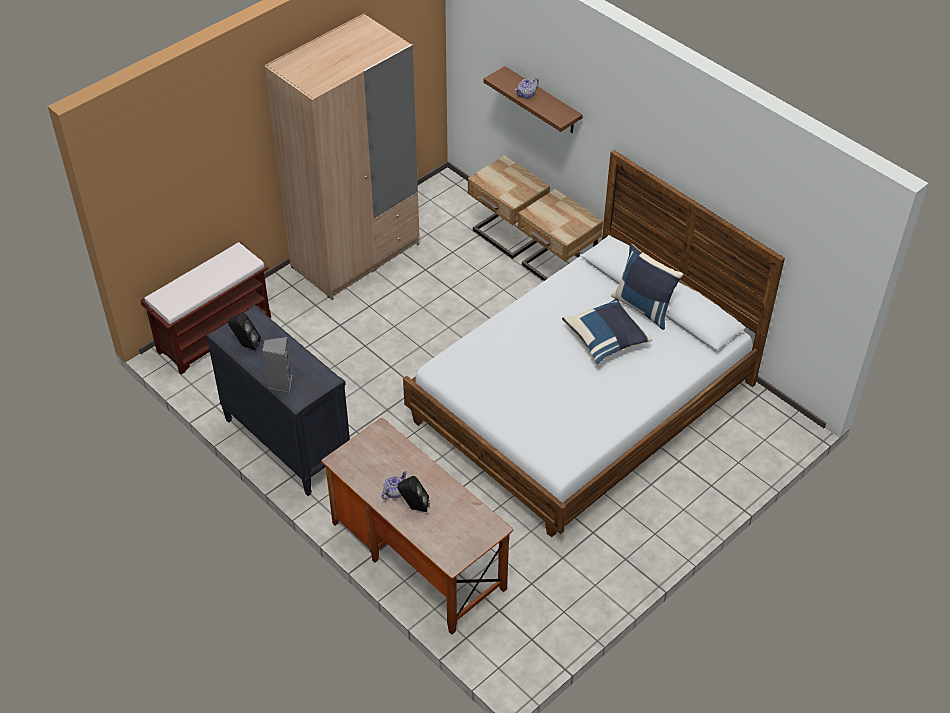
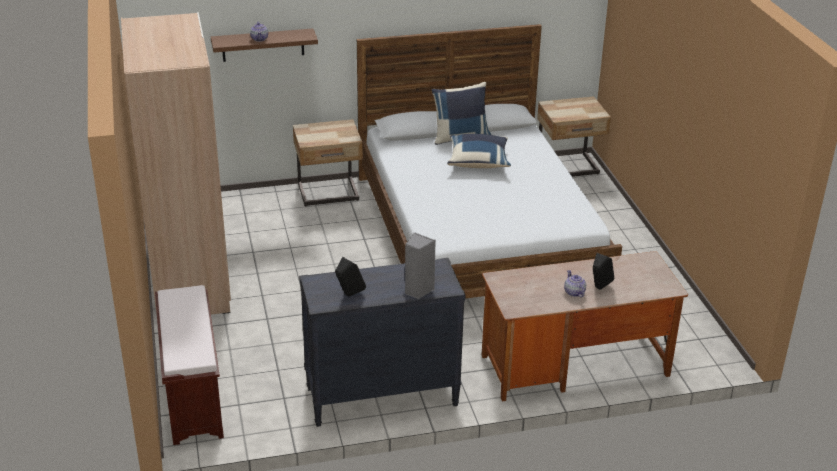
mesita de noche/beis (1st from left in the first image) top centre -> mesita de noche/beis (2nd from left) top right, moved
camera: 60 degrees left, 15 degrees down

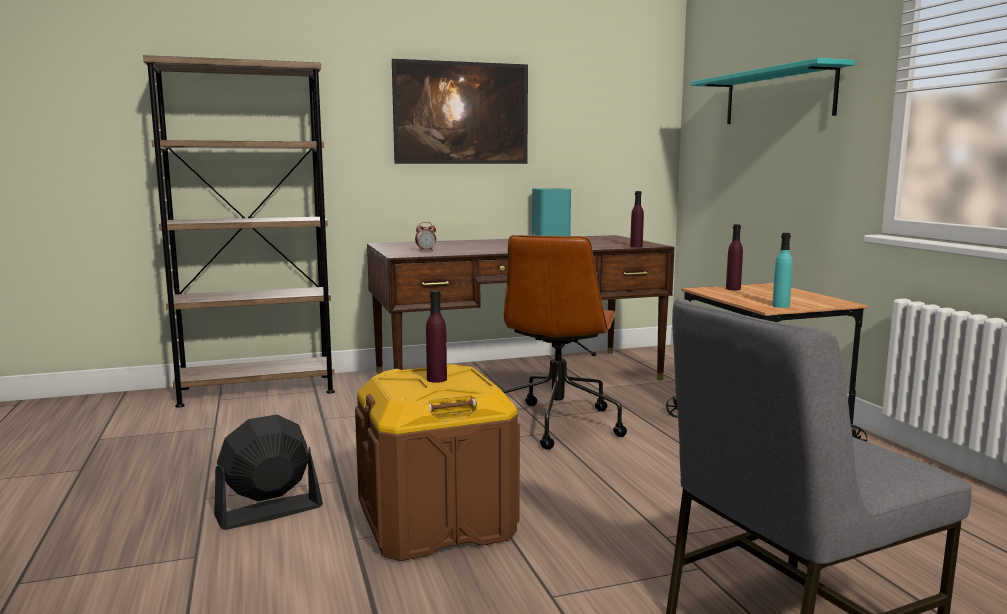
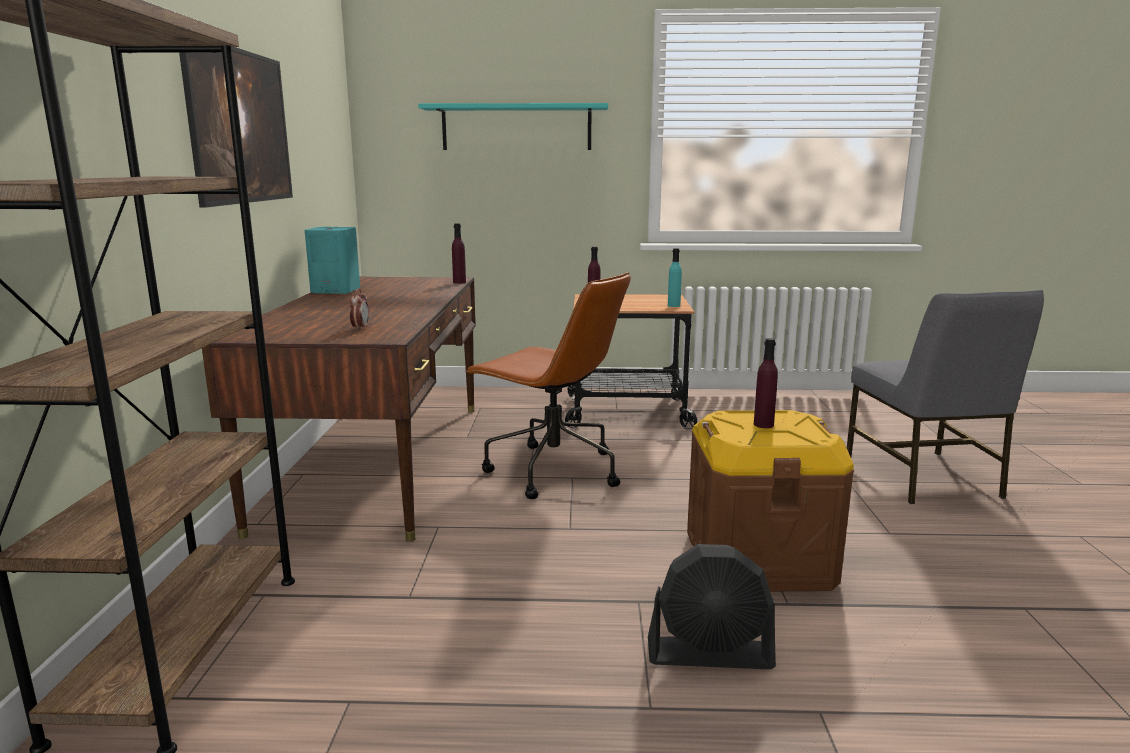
ventilador/negro bottom left -> ventilador/negro bottom centre, 75 degrees counterclockwise
camera: 70 degrees left, 5 degrees up

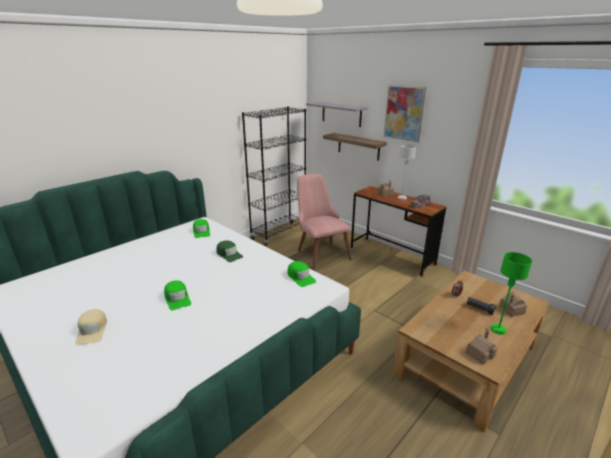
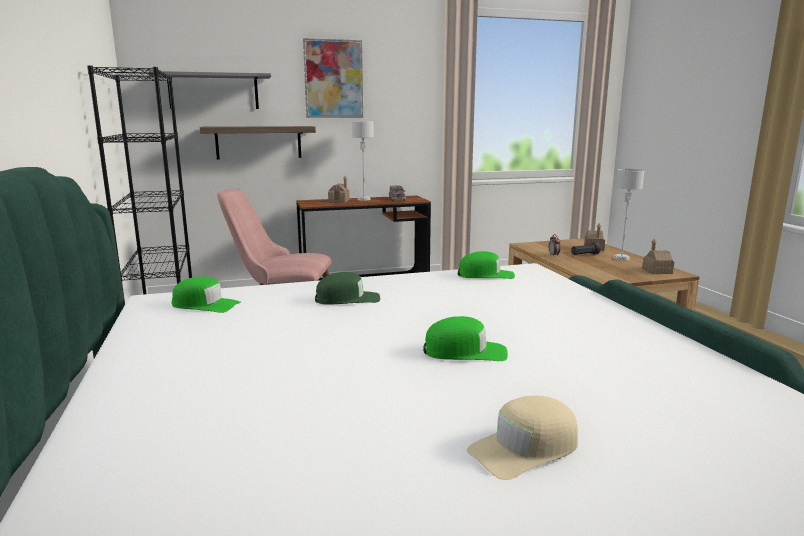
lámpara de mesa/verde middle right -> lámpara de mesa/gris (2nd from left) middle right
gorra/beis bottom left -> gorra/beis bottom centre, 135 degrees clockwise
camera: 60 degrees left, 10 degrees down

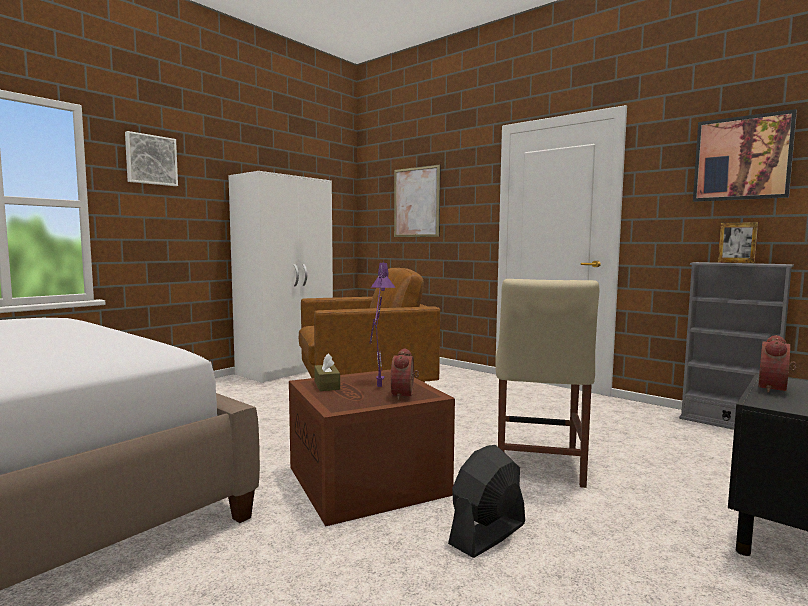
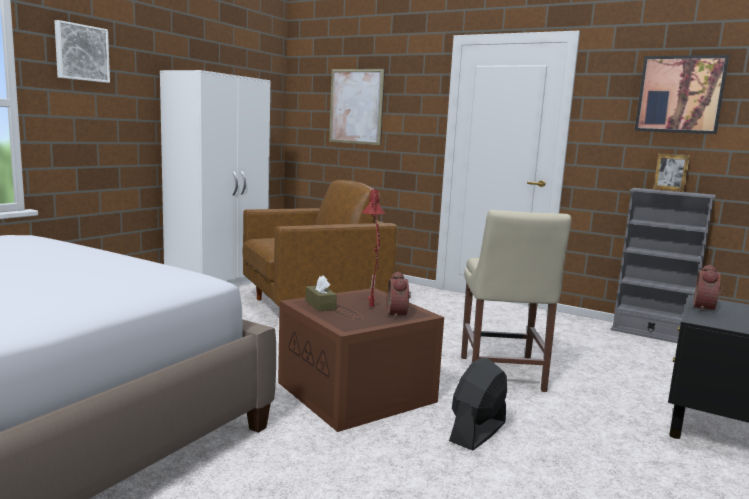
lámpara de mesa/morado centre -> lámpara de mesa/rojo centre
camera: 10 degrees left, 5 degrees up

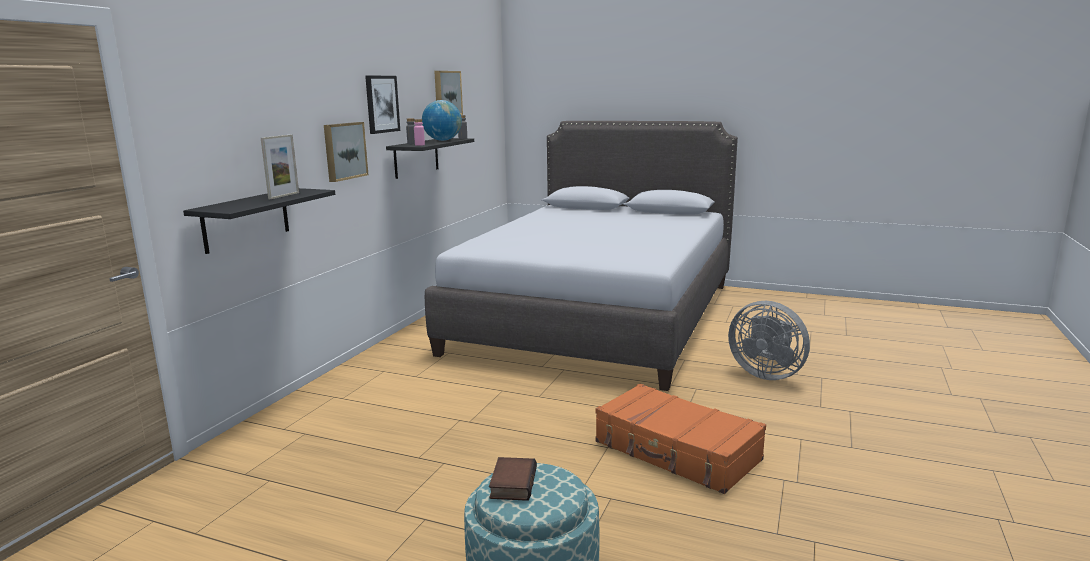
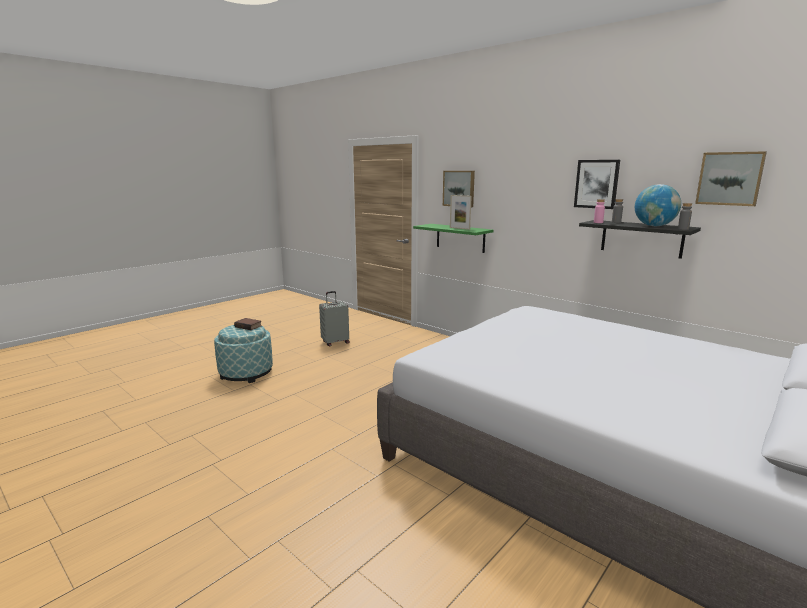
maleta/naranja bottom centre -> none
ventilador/gris middle right -> none
none -> maleta/gris centre
cuadro (1st from left) top left -> cuadro (1st from left) top centre, moved
estante/negro (1st from left) middle left -> estante/verde centre
camera: 110 degrees right, 0 degrees up

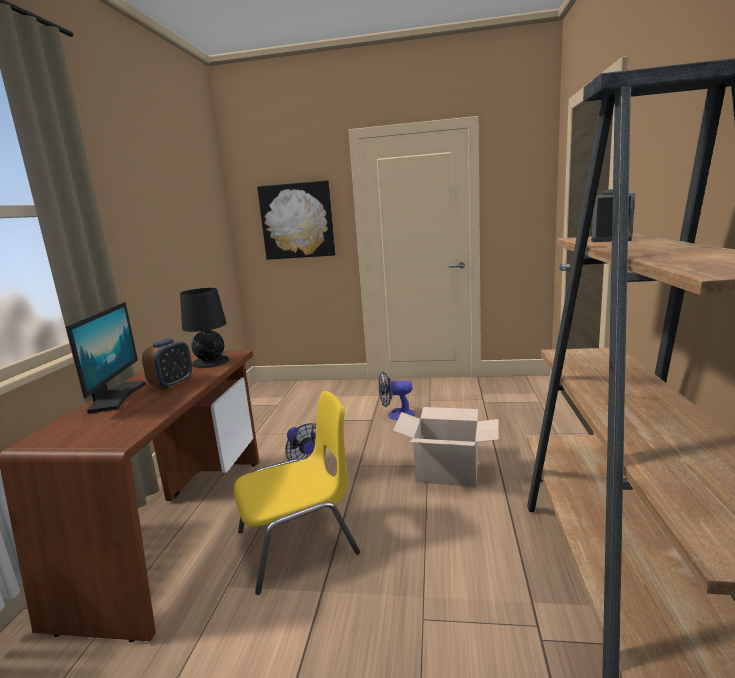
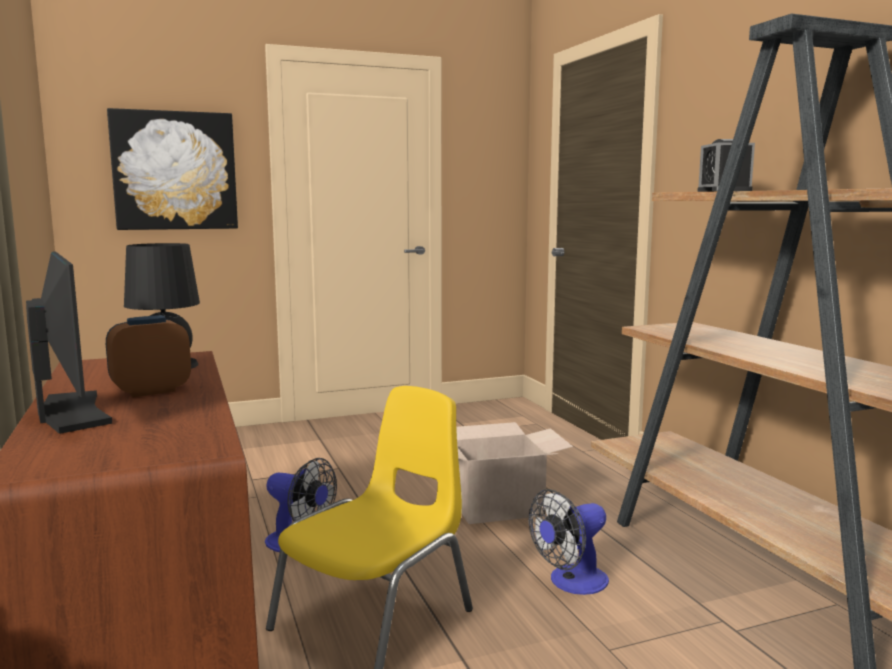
ventilador (2nd from left) centre -> ventilador (2nd from left) bottom centre, moved
despertador (1st from left) middle left, 120 degrees counterclockwise
camera: 30 degrees left, 5 degrees down

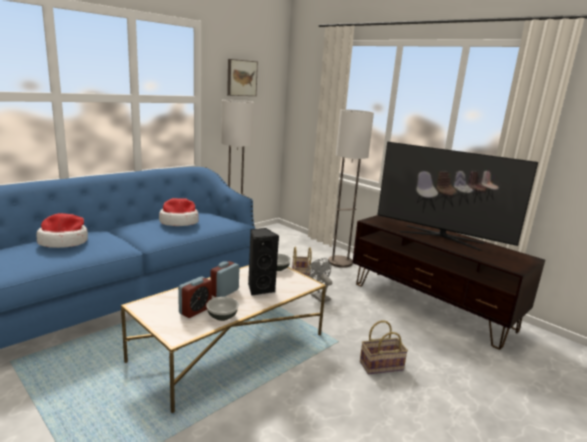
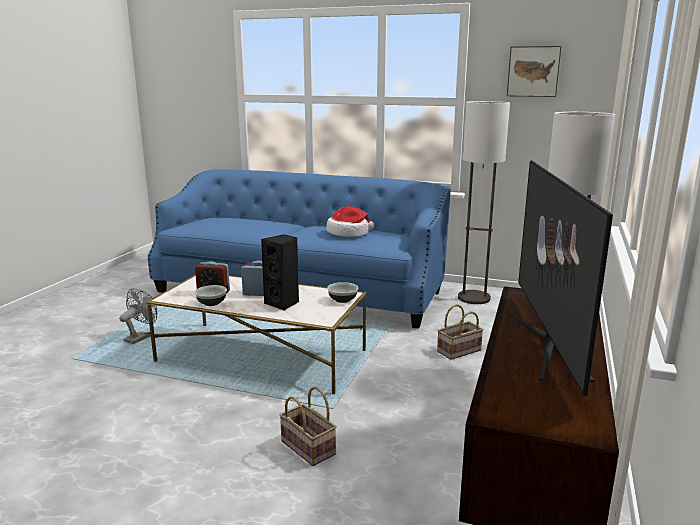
sombrero (1st from left) middle left -> none
ventilador/gris centre -> ventilador/gris middle left, moved
camera: 65 degrees right, 0 degrees up

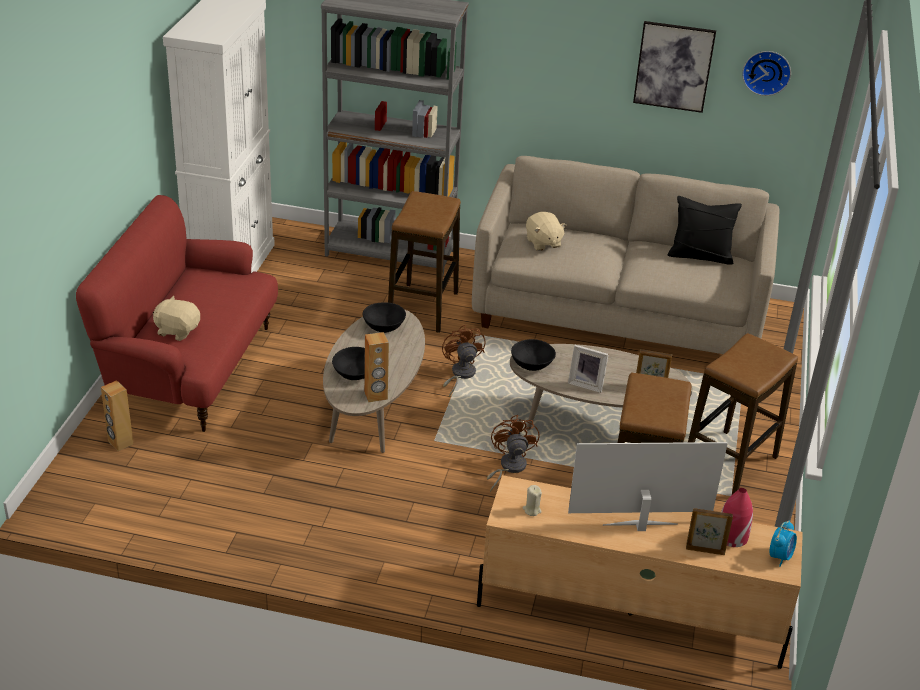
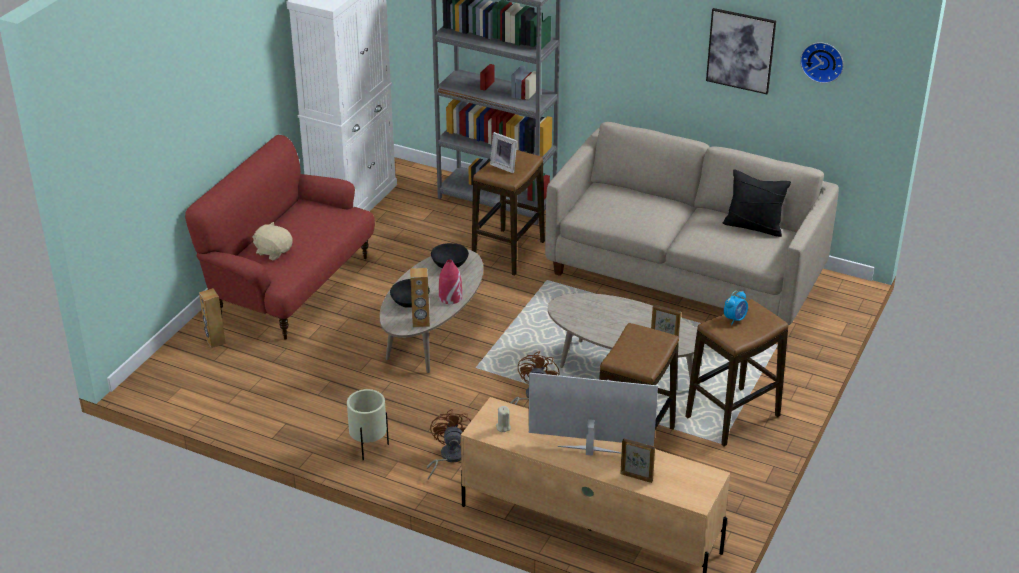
cuenco/negro (3rd from left) centre -> none
peluche/beis (2nd from left) centre -> none
none -> maceta/beis bottom centre
ventilador/marrón (1st from left) centre -> ventilador/marrón (1st from left) bottom centre, moved
portarretratos (1st from left) centre -> portarretratos (1st from left) top centre, moved
florero/rojo bottom right -> florero/rojo centre, moved
despertador bottom right -> despertador middle right, moved
camera: 15 degrees right, 0 degrees up

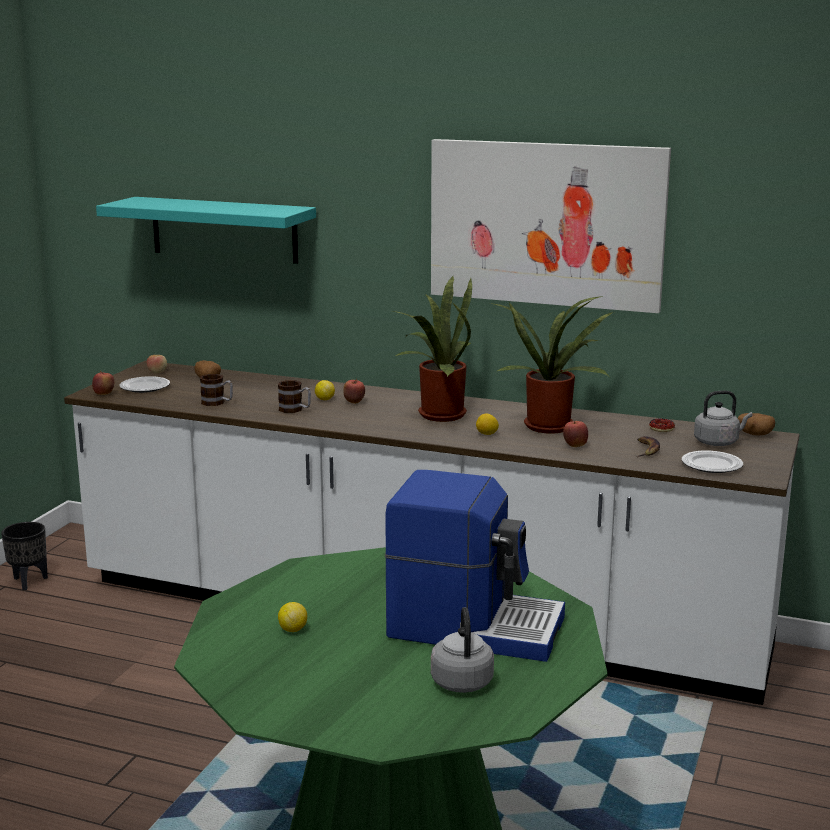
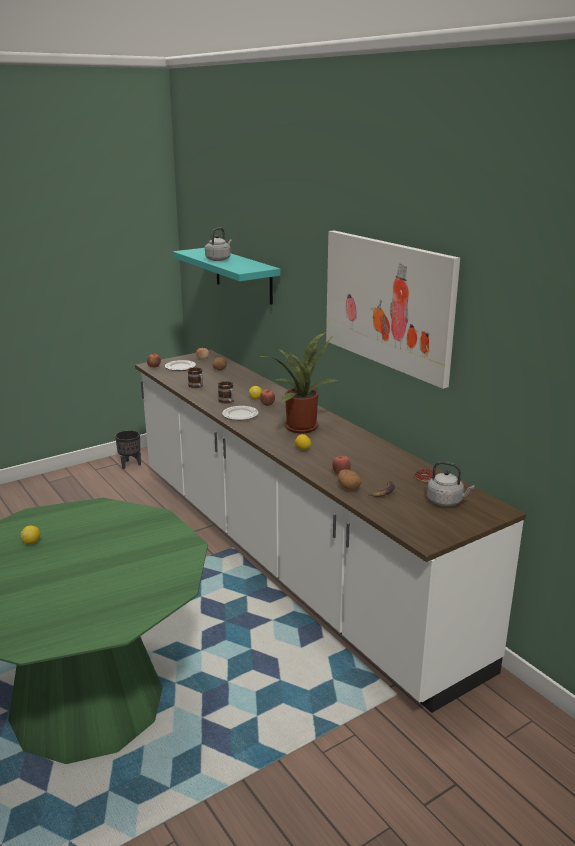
cafetera bottom centre -> none
planta en maceta (2nd from left) centre -> none
hervidor/gris (1st from left) bottom centre -> hervidor/gris (1st from left) top centre, moved
plato (2nd from left) middle right -> plato (2nd from left) centre, moved
patata (2nd from left) middle right -> patata (2nd from left) centre, moved
camera: 35 degrees right, 5 degrees up

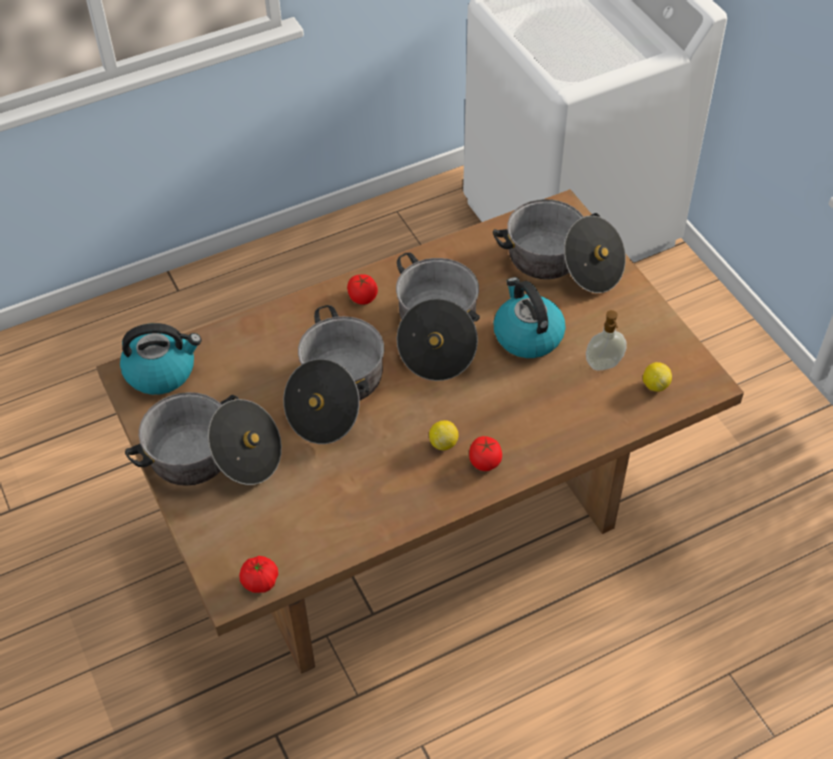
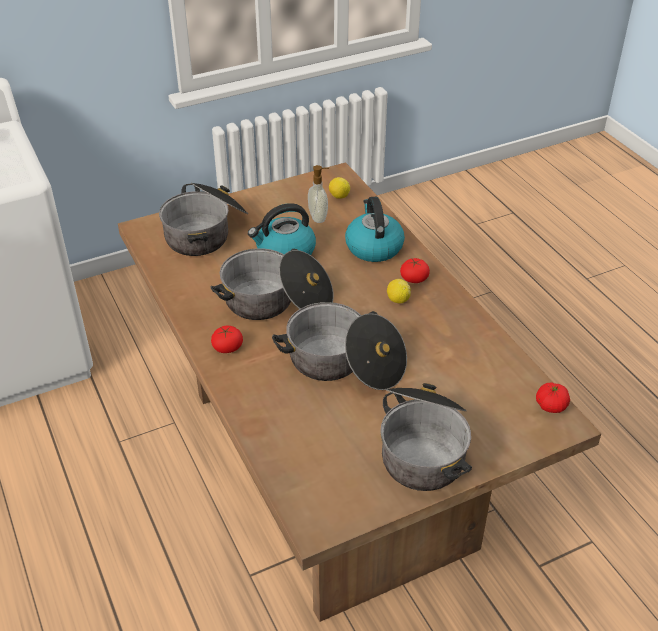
hervidor (1st from left in the first image) middle left -> hervidor (2nd from left) centre, moved
camera: 90 degrees left, 10 degrees down

